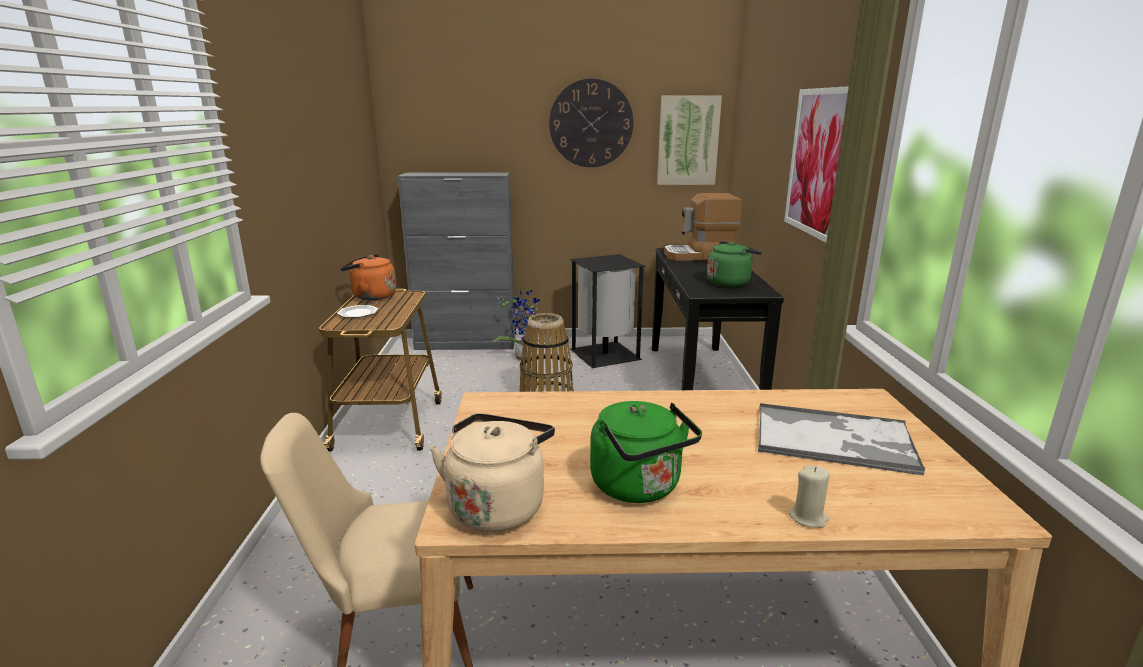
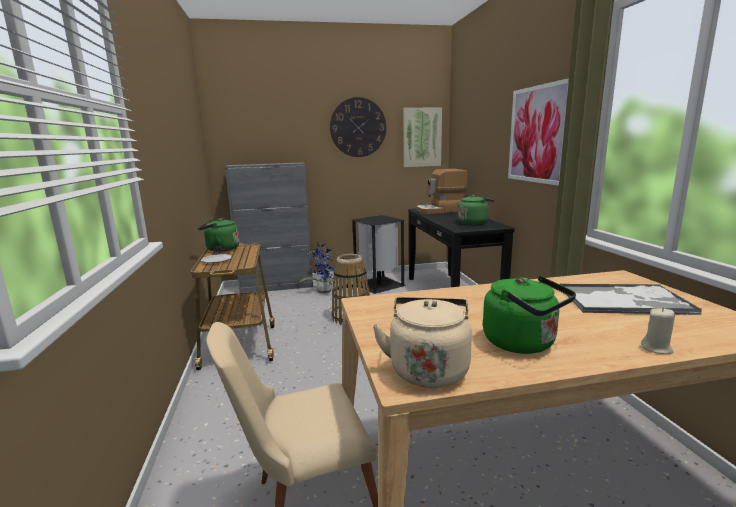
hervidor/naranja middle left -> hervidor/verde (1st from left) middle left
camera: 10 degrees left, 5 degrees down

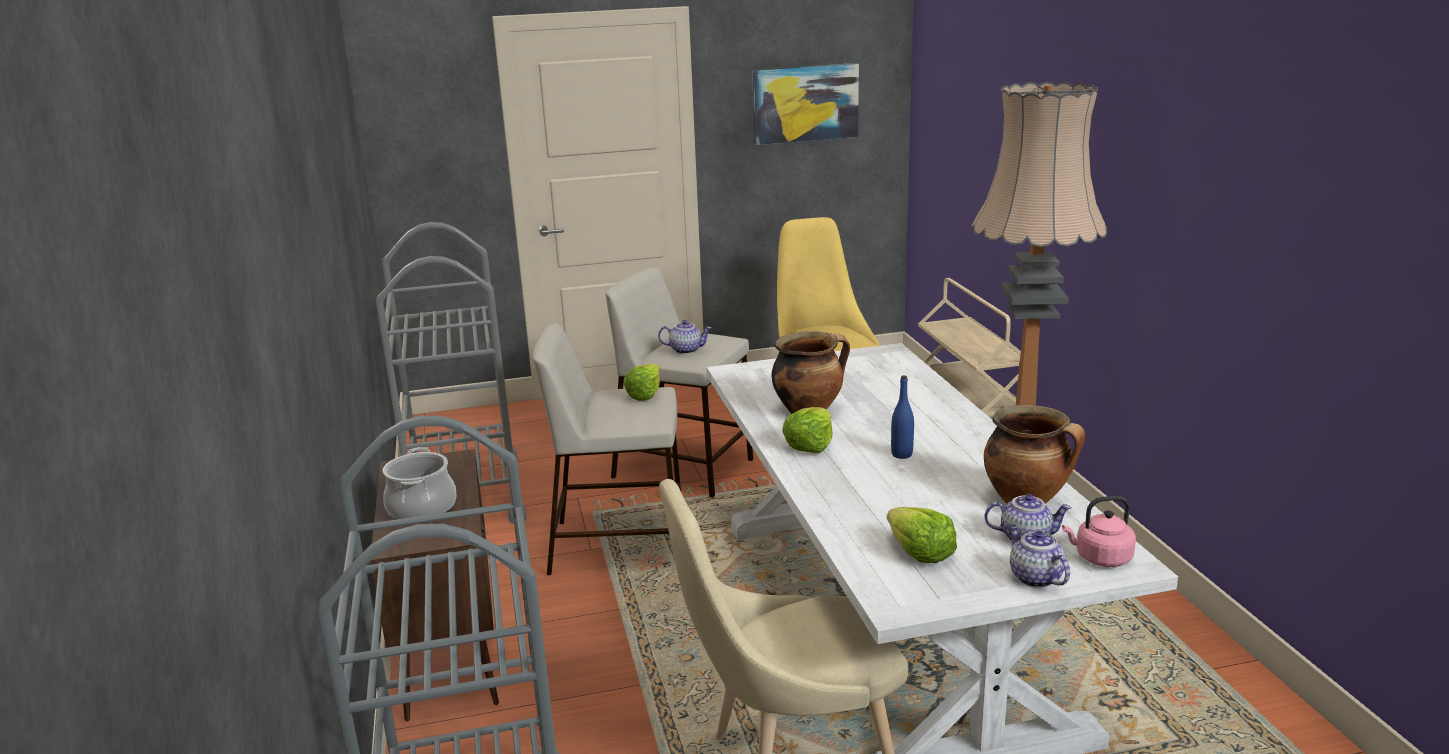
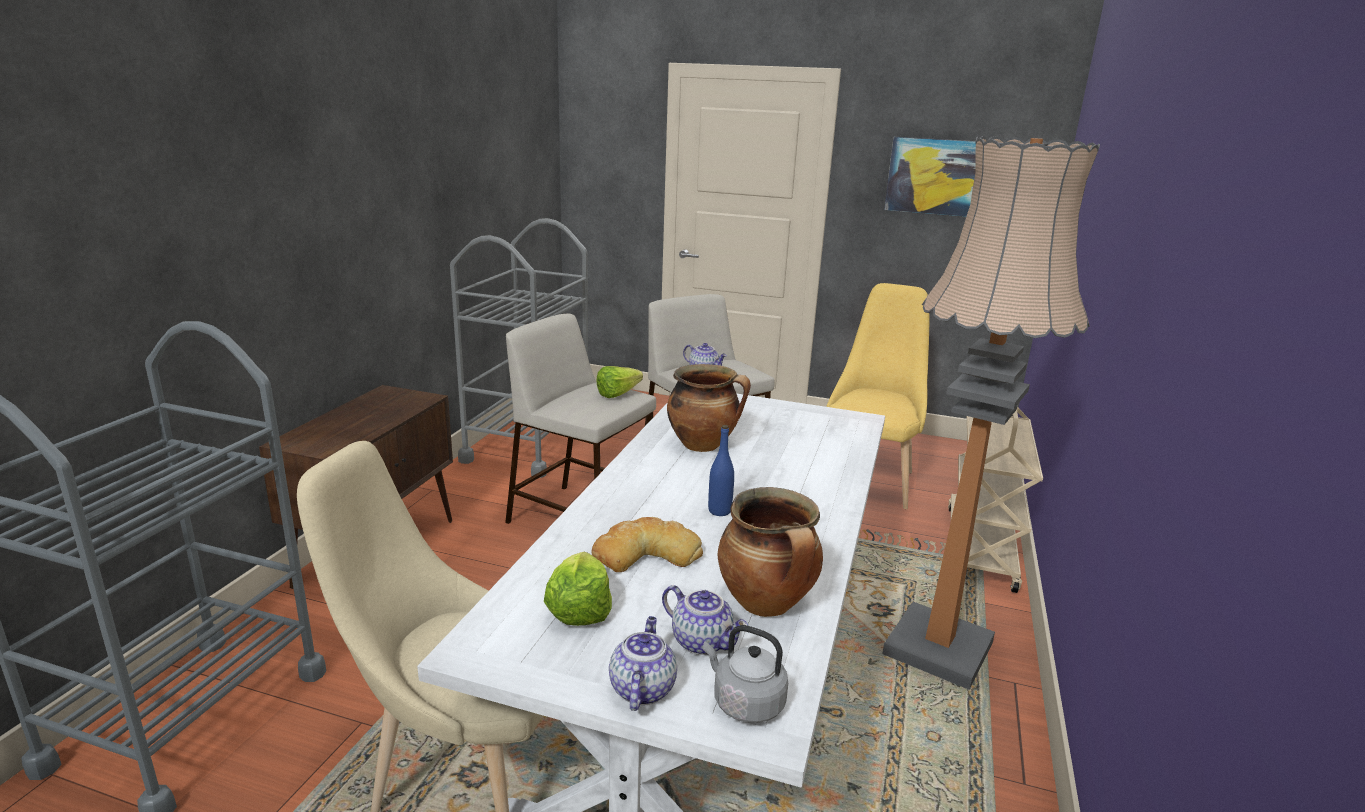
olla (1st from left) middle left -> none
lechuga (2nd from left) centre -> none
none -> pan bottom centre
hervidor/rosa bottom right -> hervidor/gris bottom centre
camera: 30 degrees right, 0 degrees up

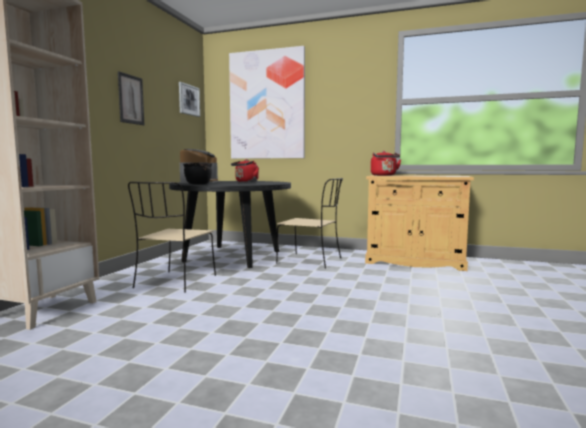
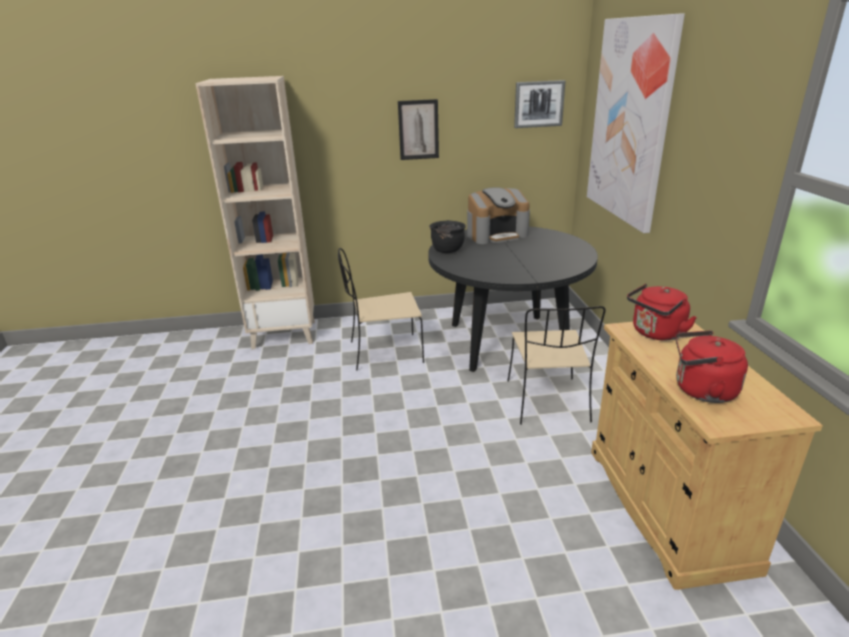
hervidor/rojo (1st from left in the first image) centre -> hervidor/rojo (2nd from left) middle right, moved
camera: 65 degrees right, 20 degrees up

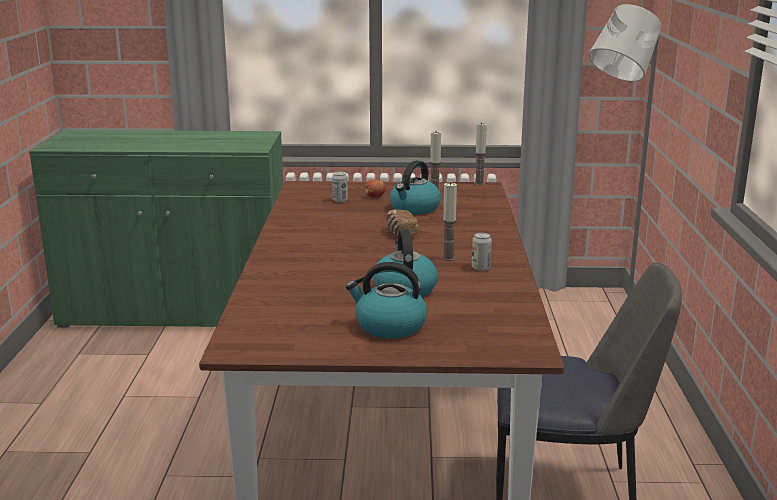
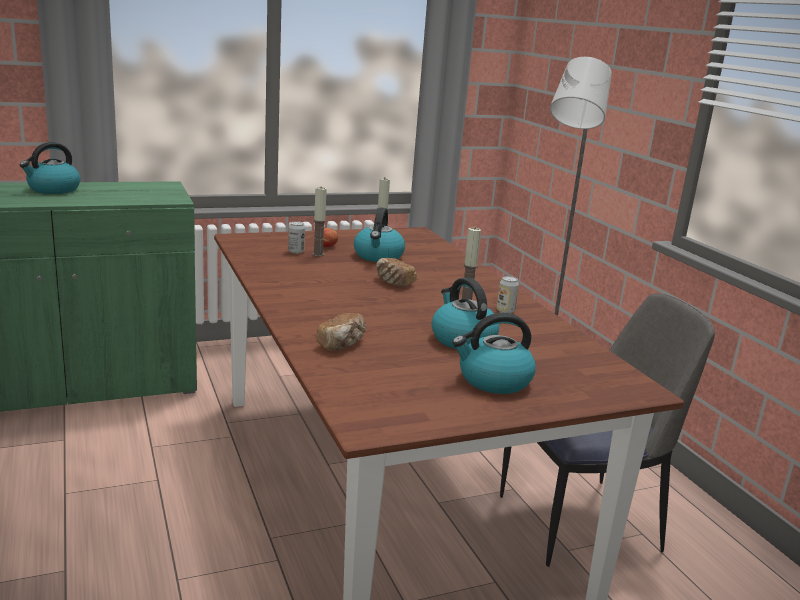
none -> hervidor (1st from left) top left
none -> pan (1st from left) centre
vela (3rd from left in the first image) top centre -> vela (1st from left) centre, moved
camera: 25 degrees left, 0 degrees up

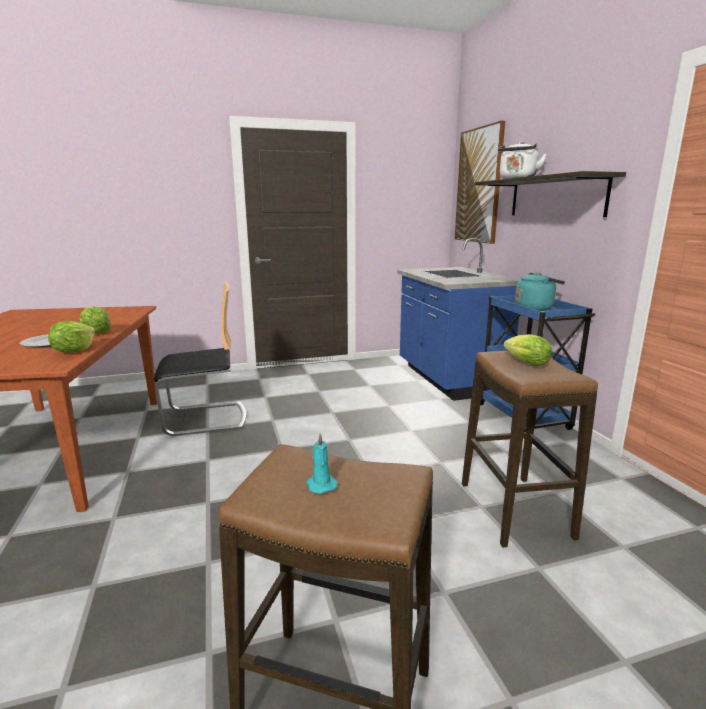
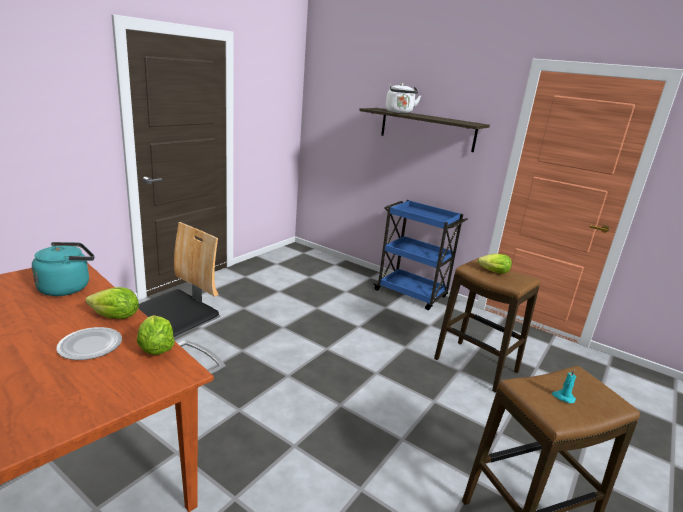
mueble bajo de cocina/azul centre -> none
cuadro top right -> none
hervidor/turquesa middle right -> hervidor/turquesa middle left, moved
camera: 40 degrees left, 5 degrees up

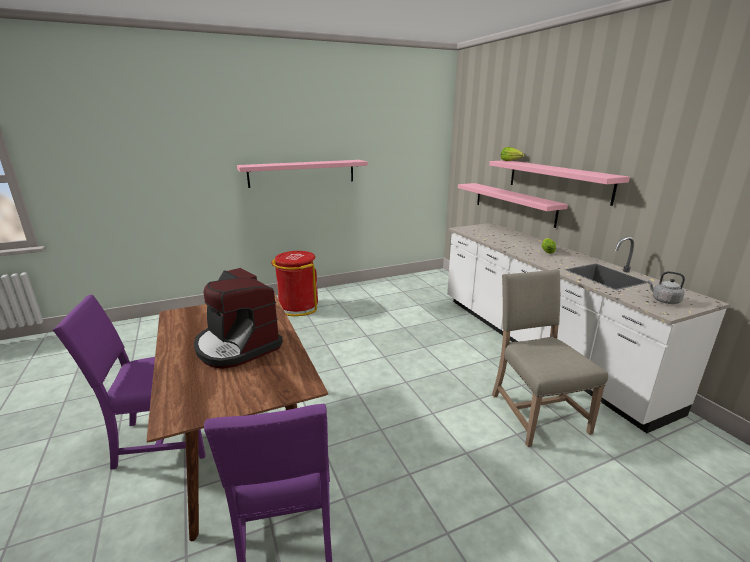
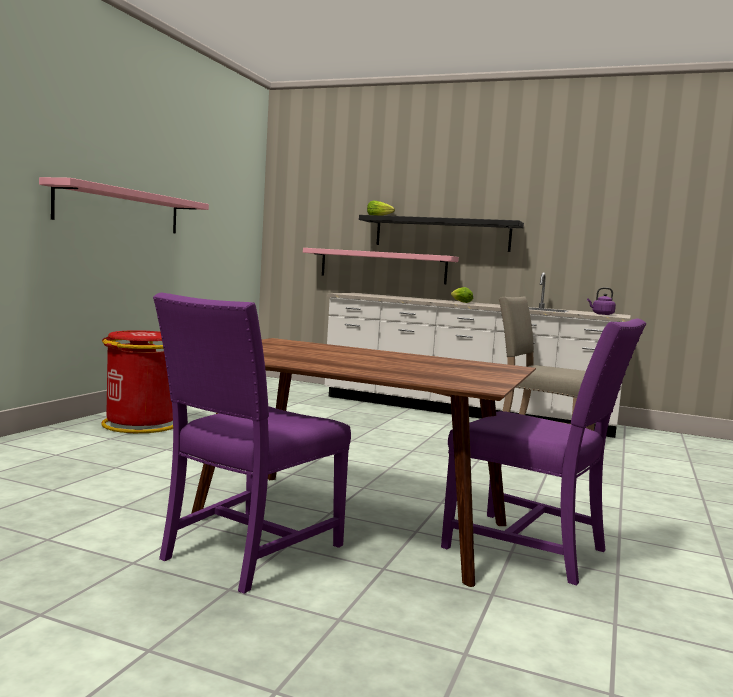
cafetera middle left -> none
estante/rosa (3rd from left) top right -> estante/negro centre
hervidor/gris middle right -> hervidor/morado middle right
camera: 45 degrees left, 15 degrees down

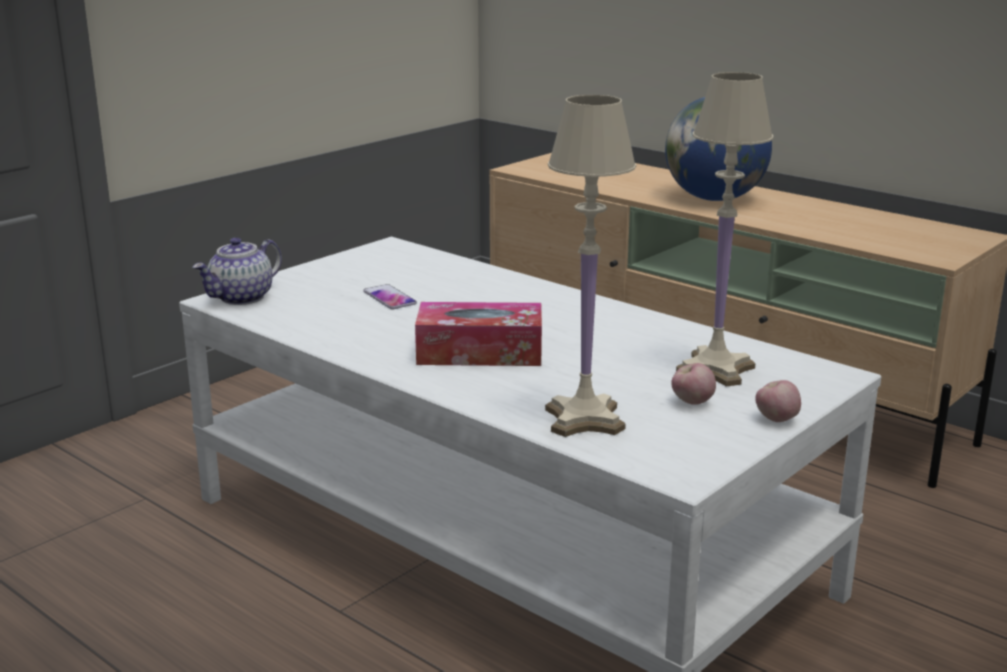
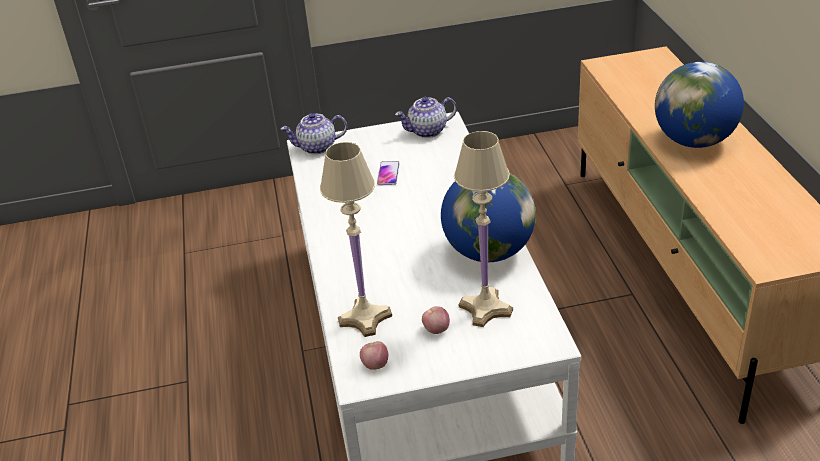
caja de pañuelos centre -> none
none -> tetera (2nd from left) top centre
none -> globo terráqueo (1st from left) centre
manzana (2nd from left in the first image) middle right -> manzana (1st from left) bottom centre, moved
camera: 40 degrees right, 15 degrees up

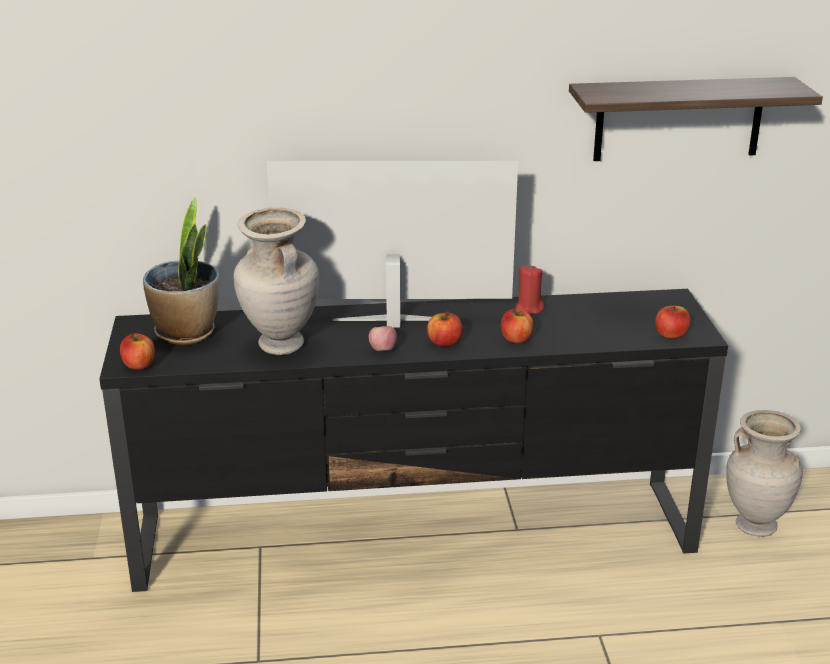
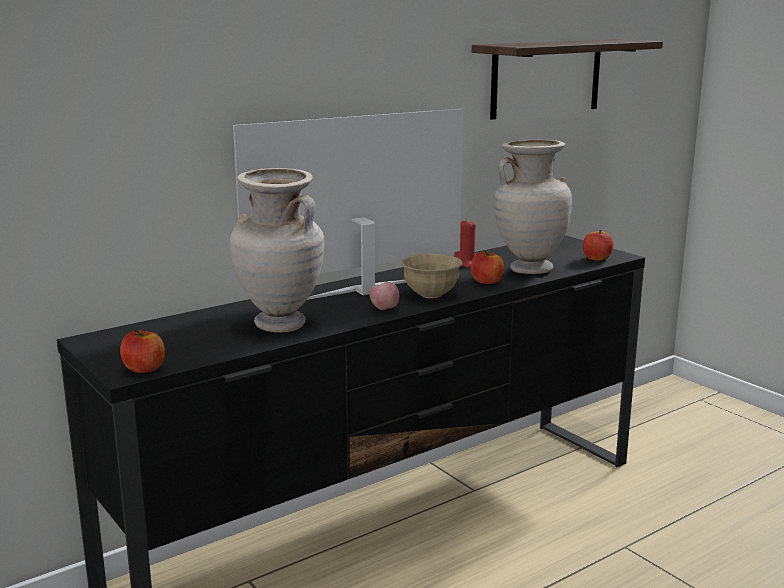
planta en maceta middle left -> none
florero/beis (2nd from left) bottom right -> florero/beis (2nd from left) middle right, moved
manzana (3rd from left) centre -> cuenco/beis centre
camera: 30 degrees left, 10 degrees down

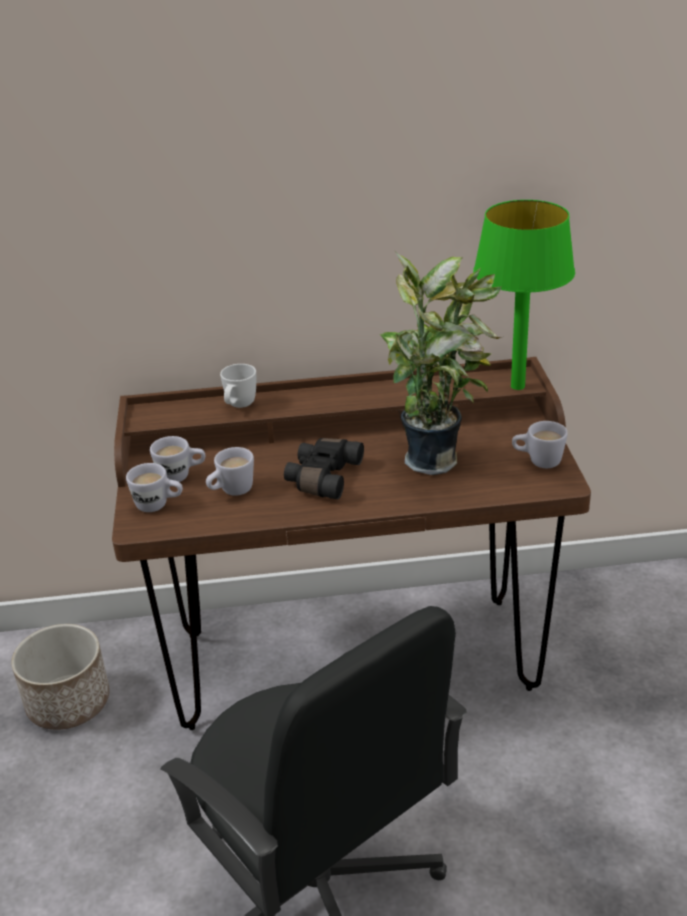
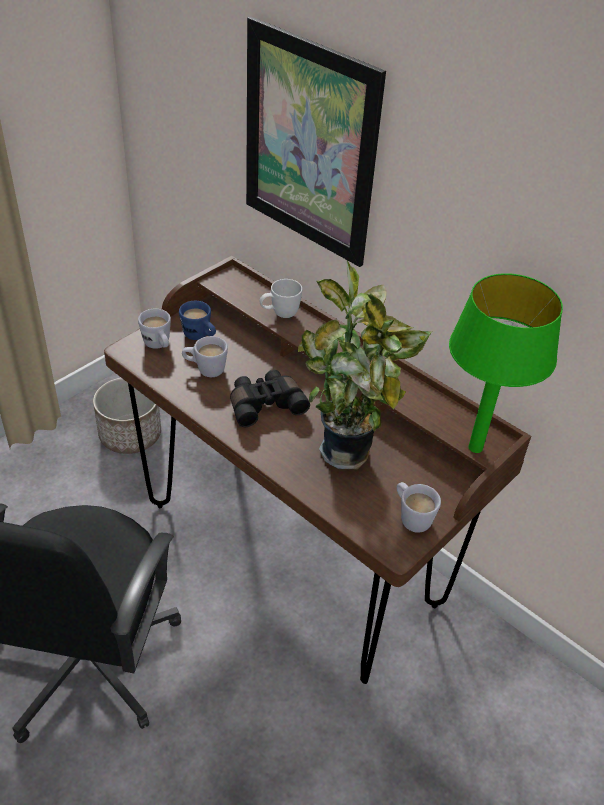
none -> cuadro top centre
taza grande/blanco (2nd from left) middle left -> taza grande/azul middle left
camera: 45 degrees right, 10 degrees up

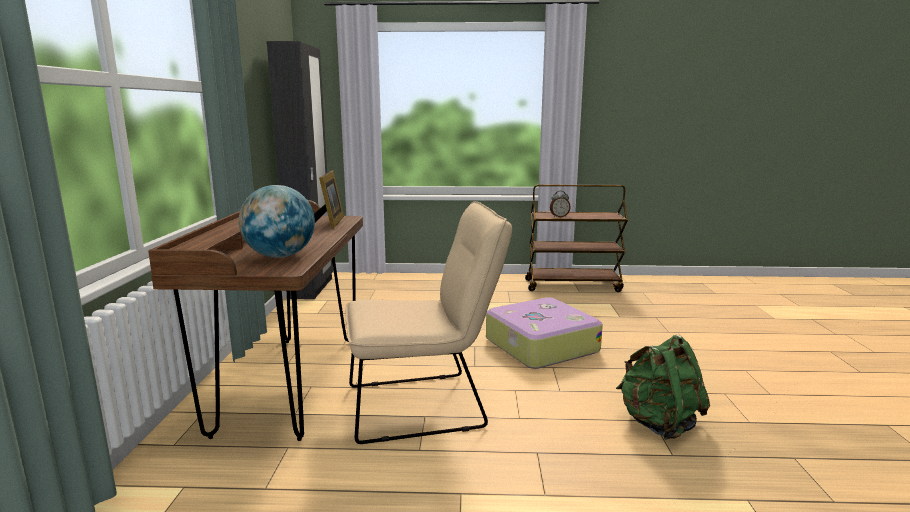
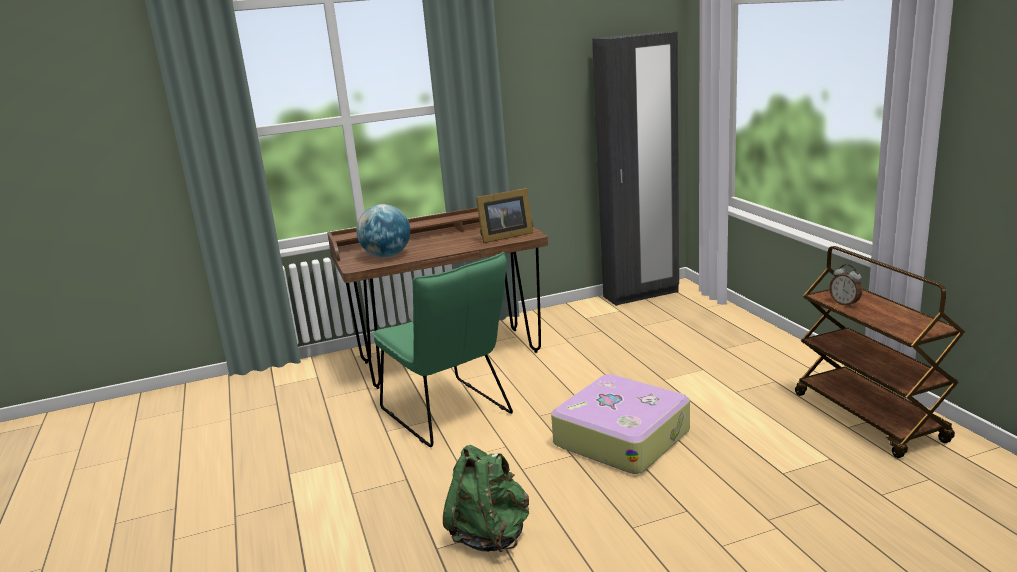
silla/beis centre -> silla/verde centre
camera: 70 degrees right, 5 degrees up

